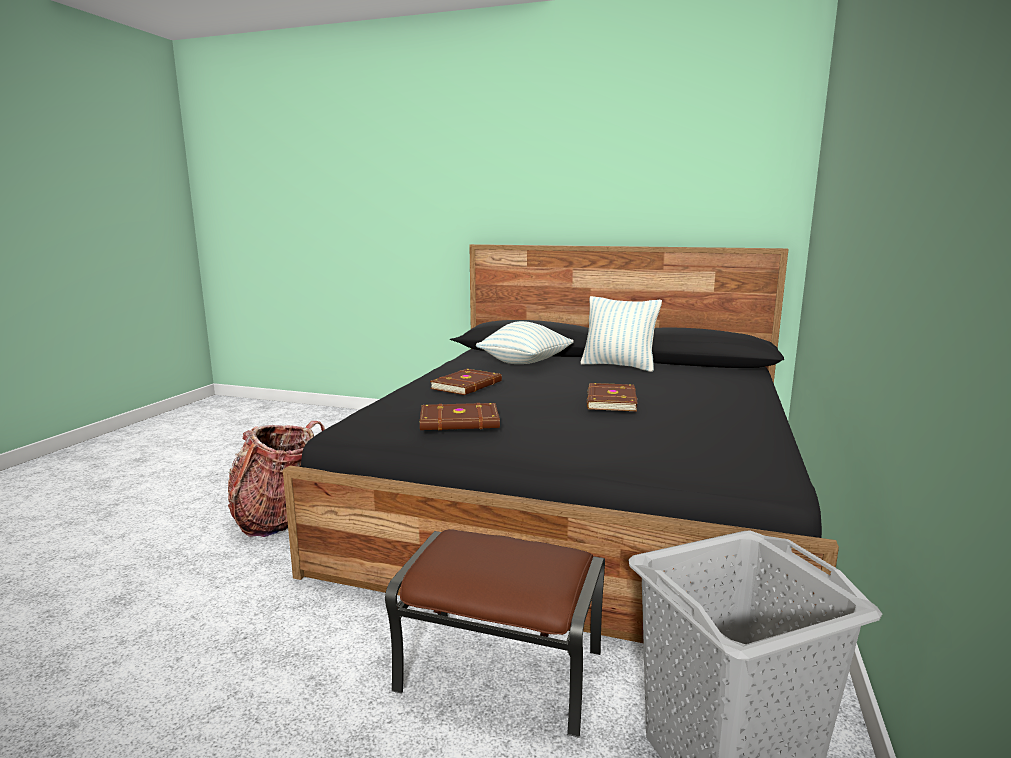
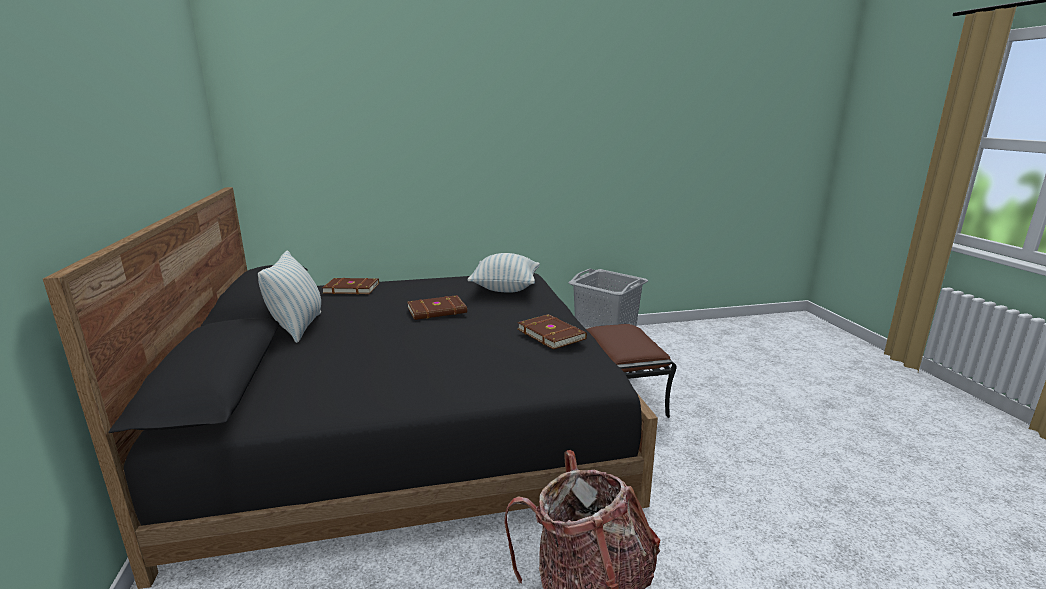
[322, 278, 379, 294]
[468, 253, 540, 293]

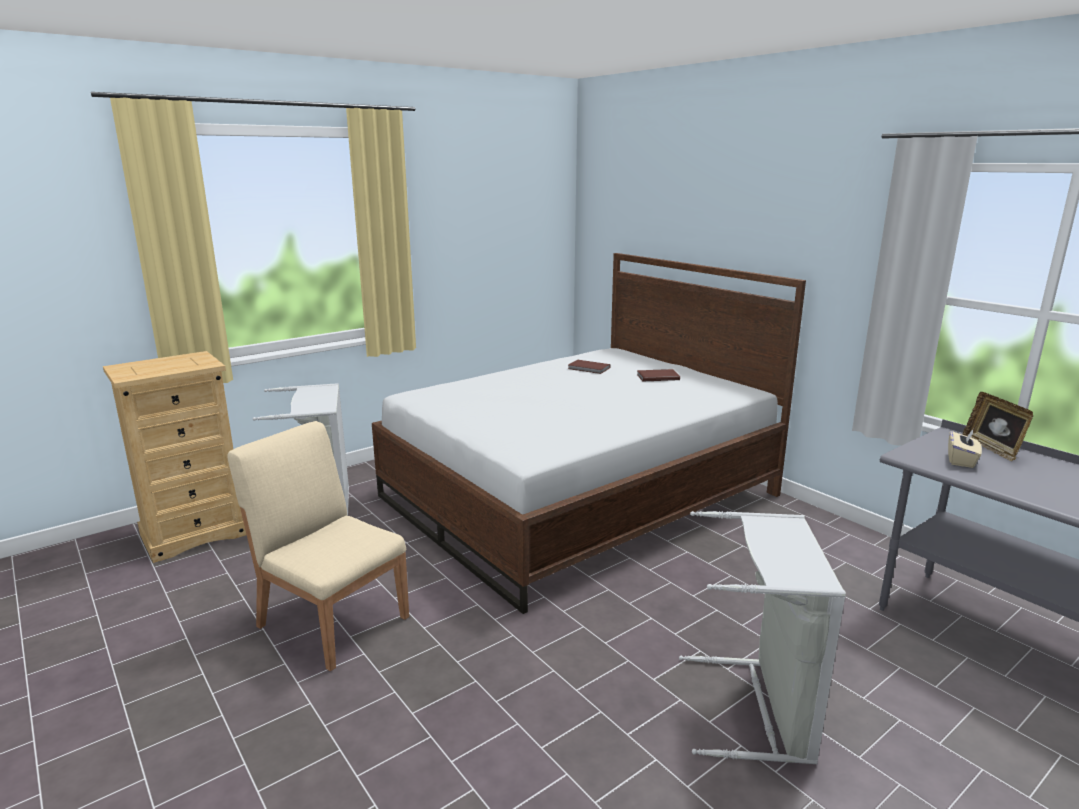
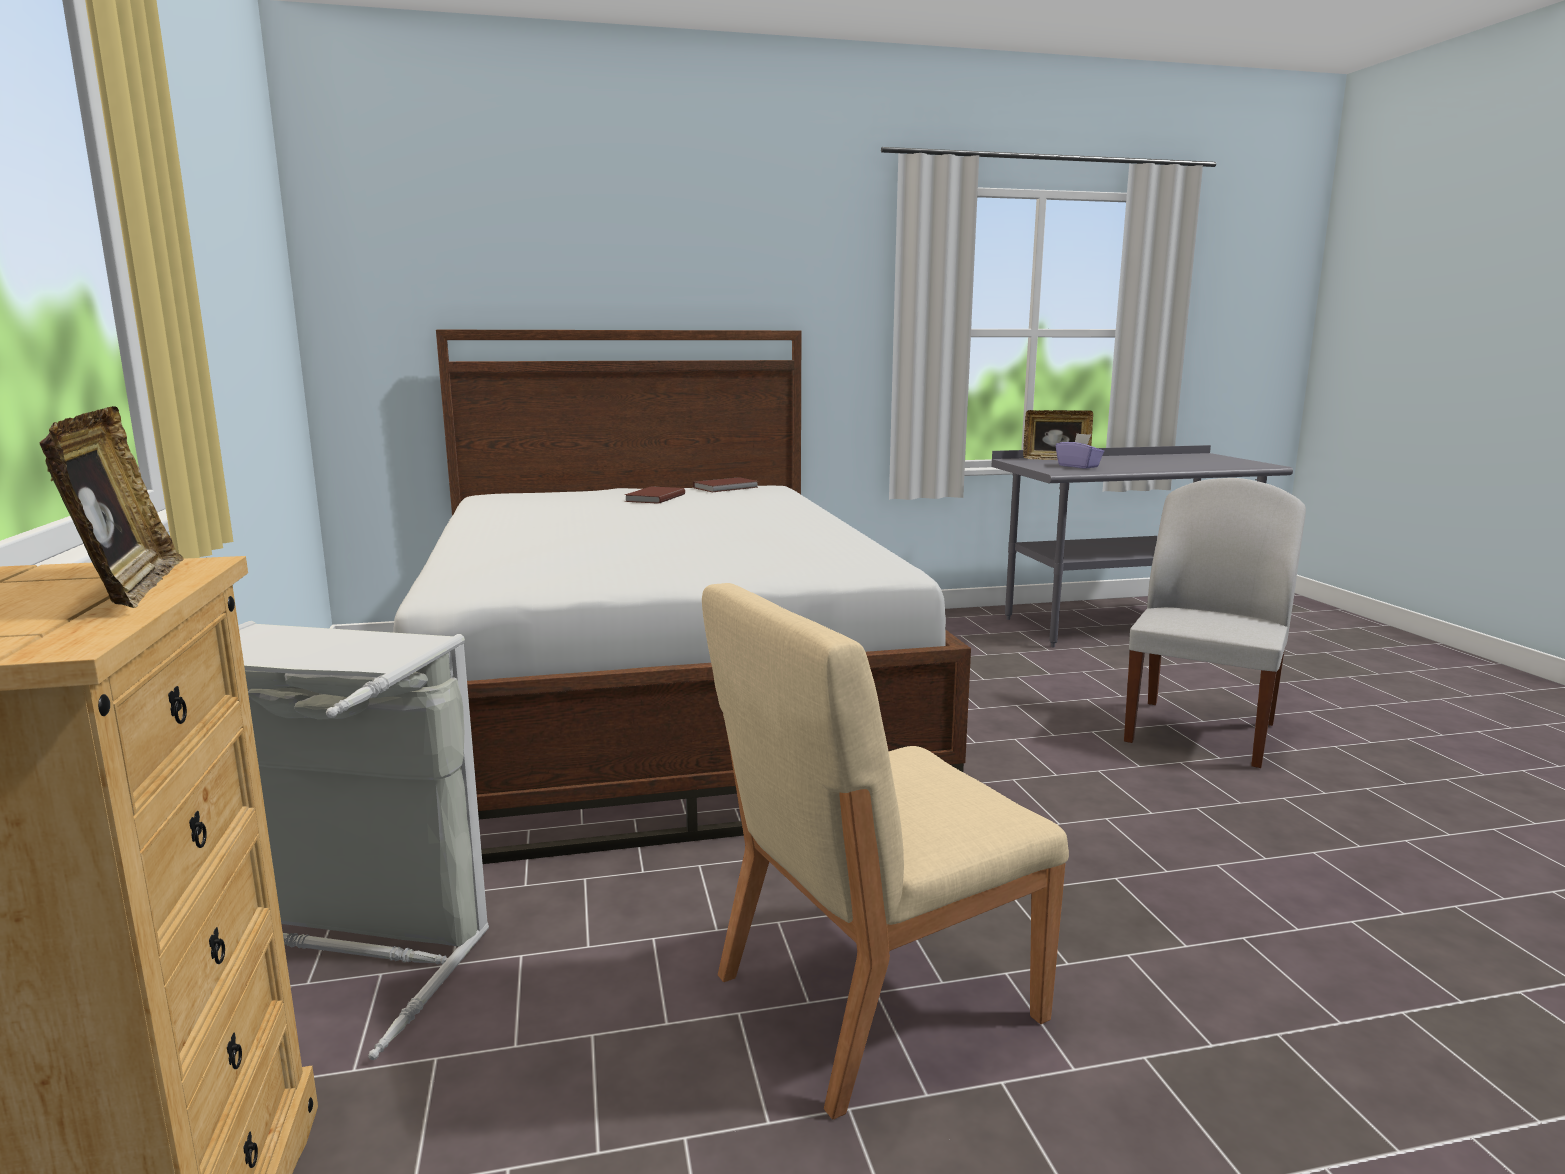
[40, 406, 183, 608]
[693, 477, 759, 492]
[1056, 433, 1104, 468]
[1124, 478, 1306, 768]

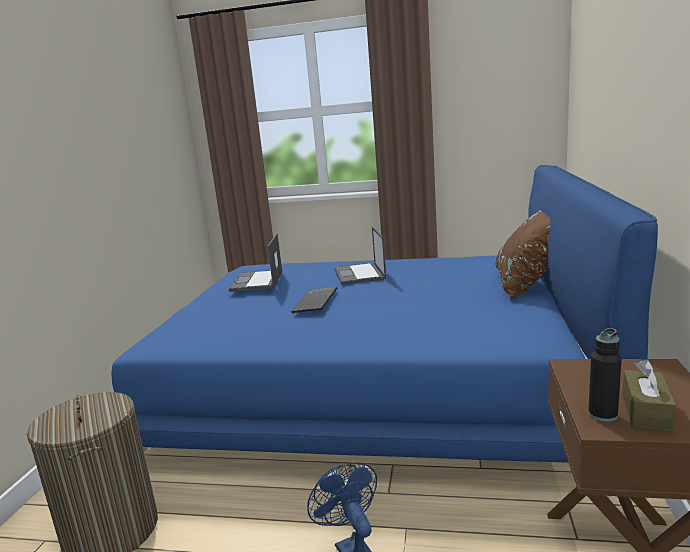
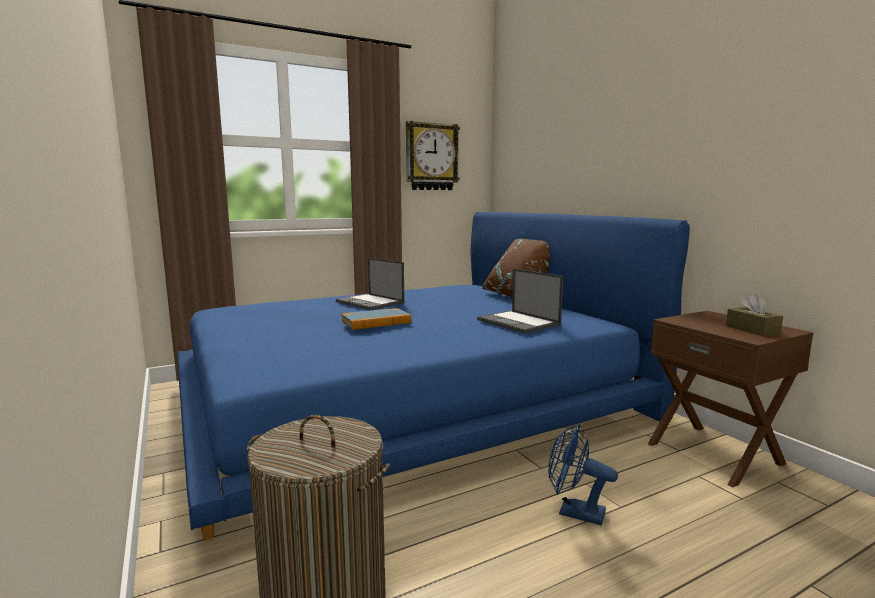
[341, 308, 411, 330]
[406, 121, 460, 190]
[477, 269, 563, 334]
[588, 328, 622, 422] (first image)

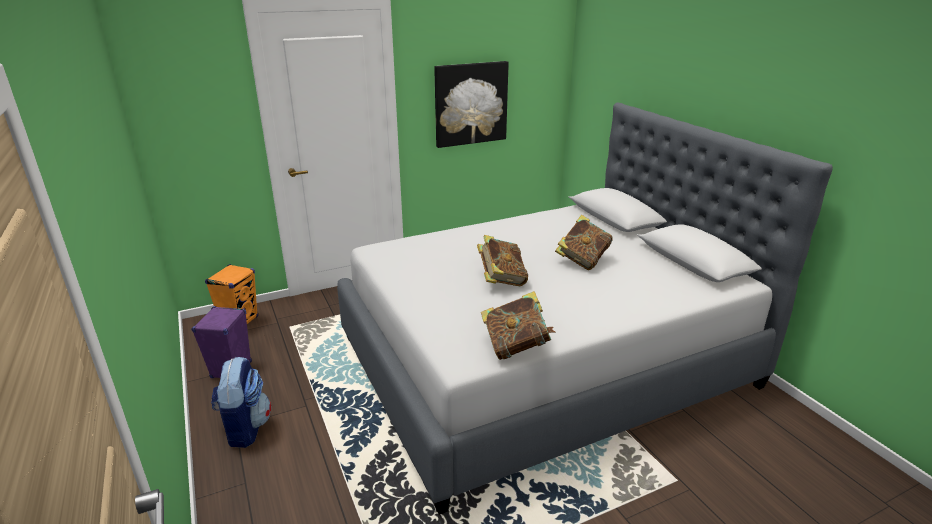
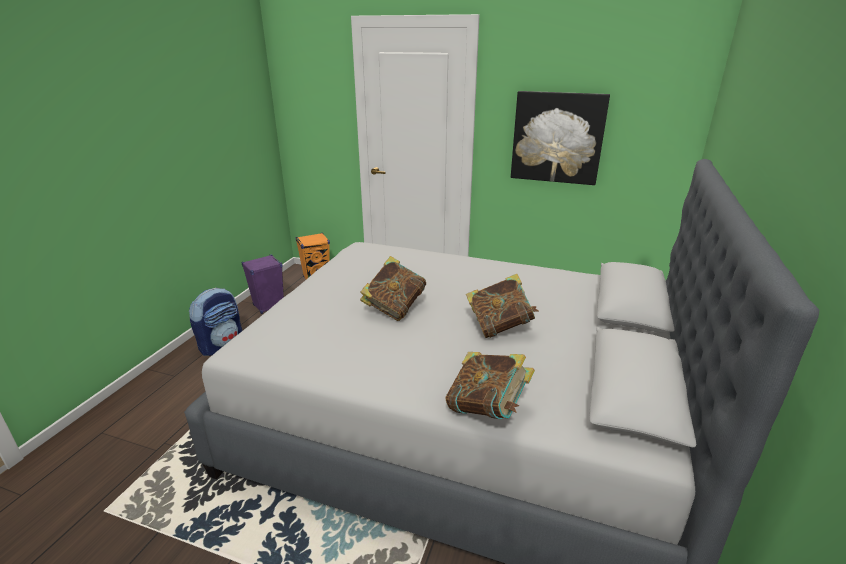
[445, 352, 535, 419]

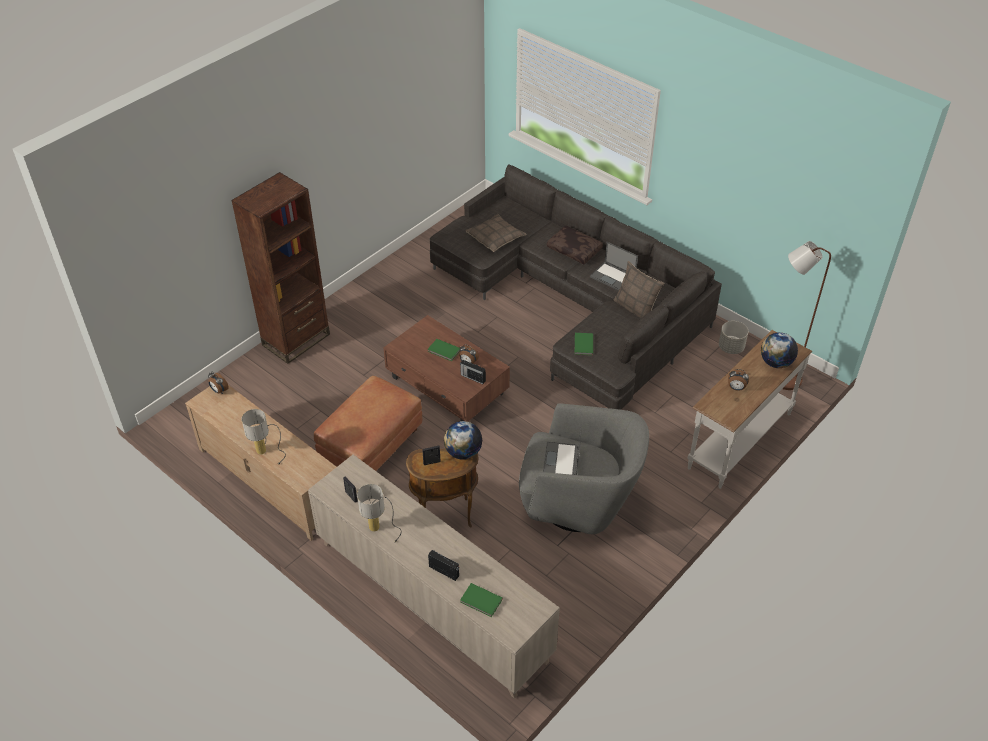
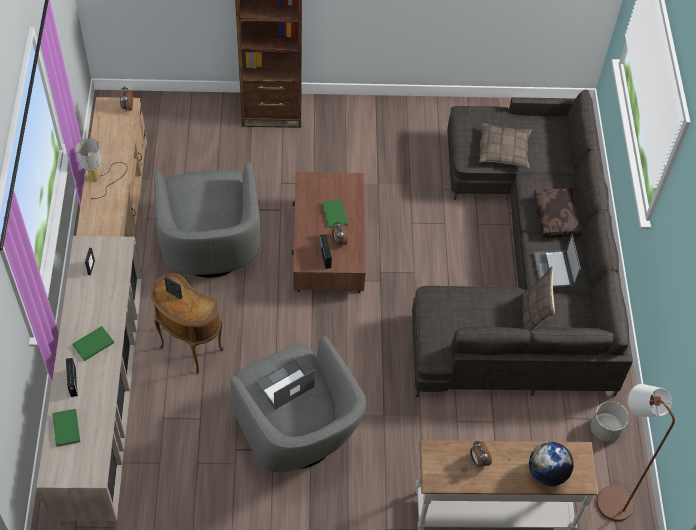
[73, 326, 114, 361]
[154, 162, 260, 278]
[357, 484, 402, 543] (first image)
[444, 421, 482, 460] (first image)

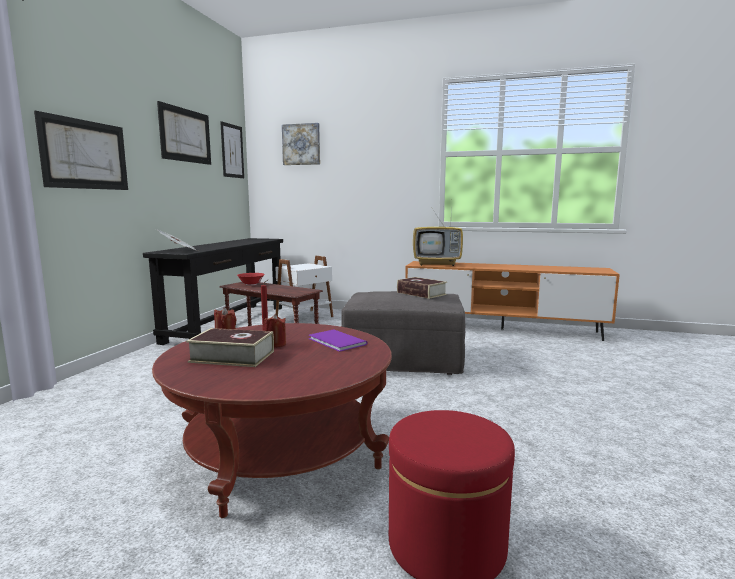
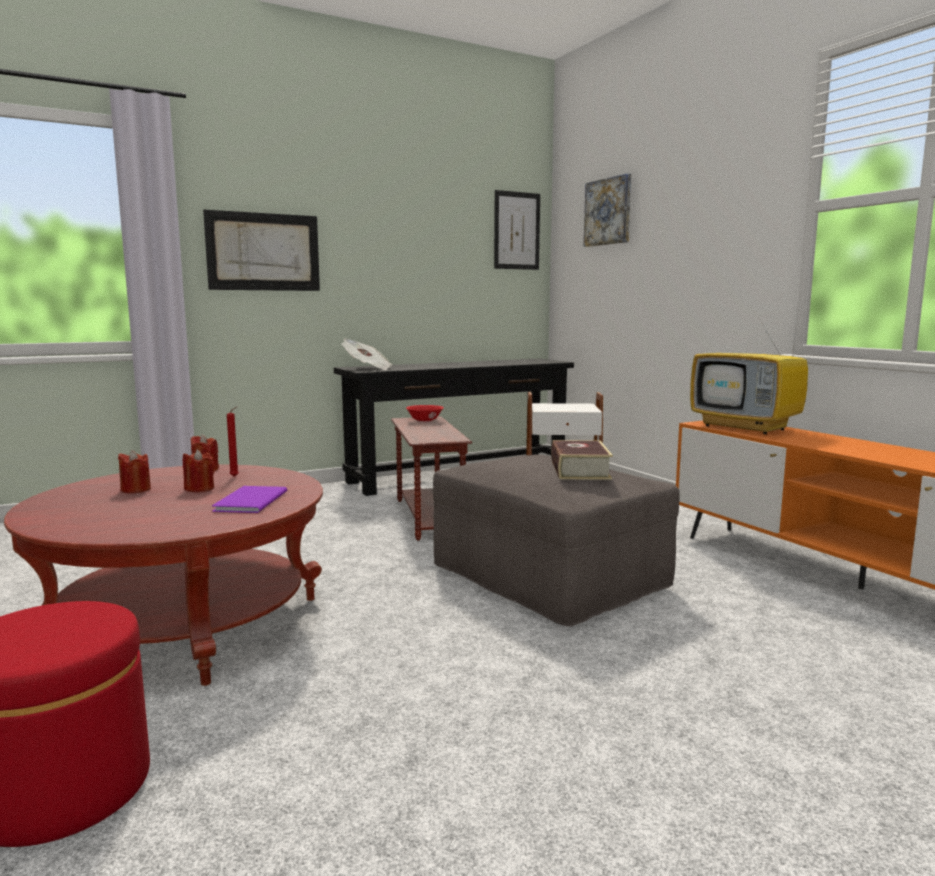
[118, 450, 151, 493]
[157, 101, 211, 165] (first image)

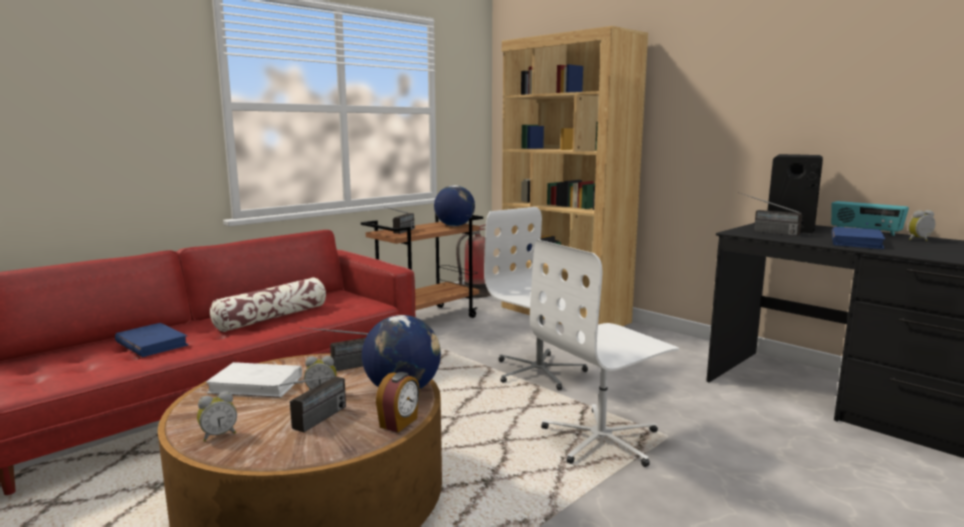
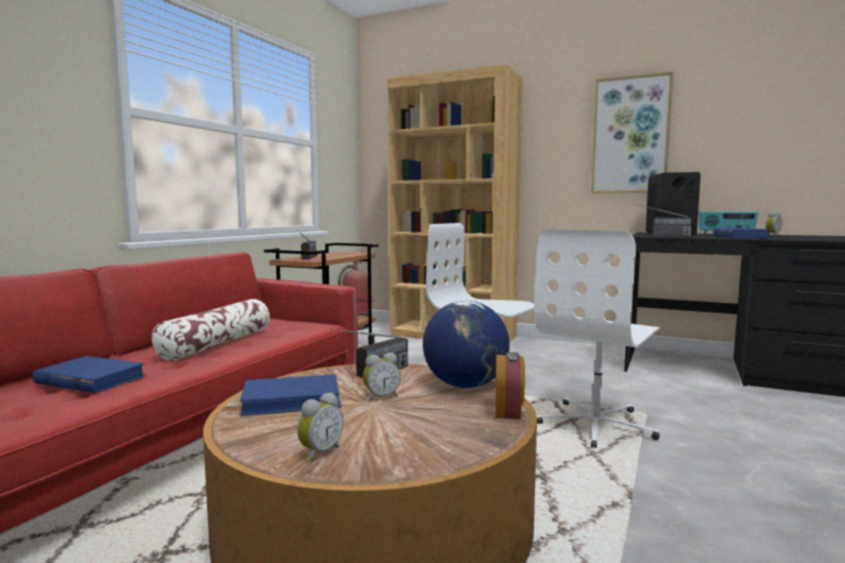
[239, 374, 342, 416]
[591, 72, 673, 193]
[261, 375, 346, 432] (first image)
[434, 185, 475, 226] (first image)

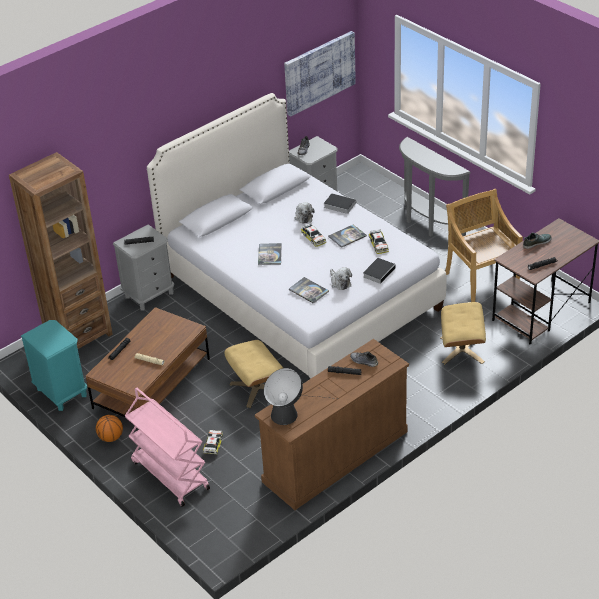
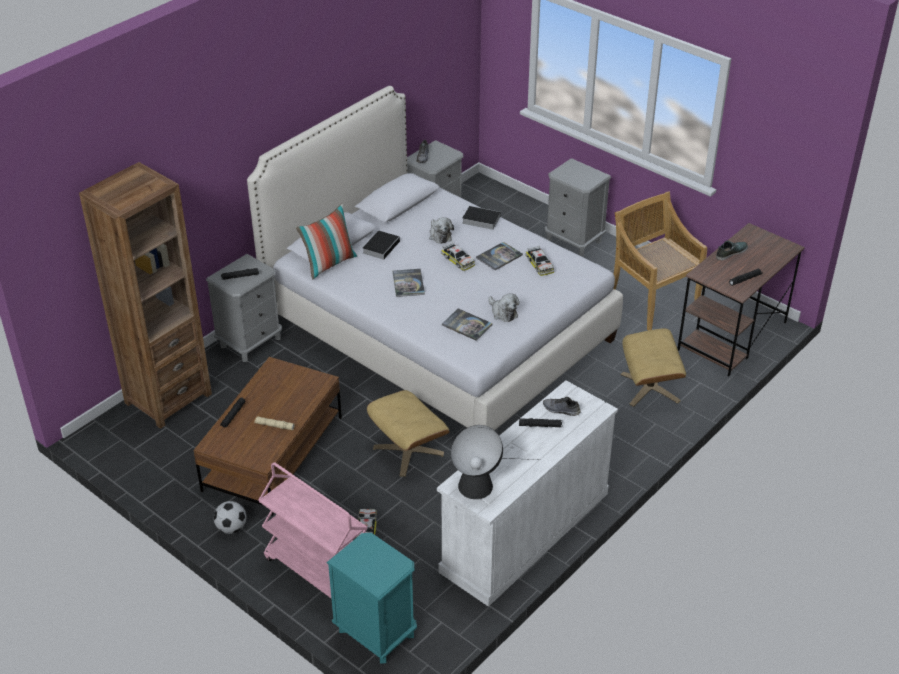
[214, 501, 247, 534]
[296, 204, 357, 279]
[327, 533, 417, 664]
[363, 231, 401, 260]
[437, 380, 618, 607]
[545, 158, 611, 256]
[284, 31, 356, 117] (first image)

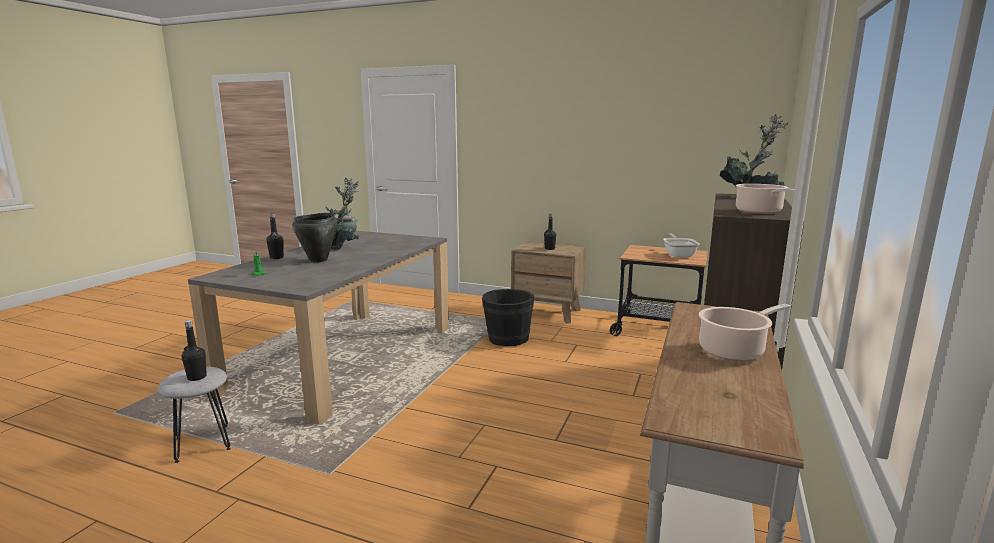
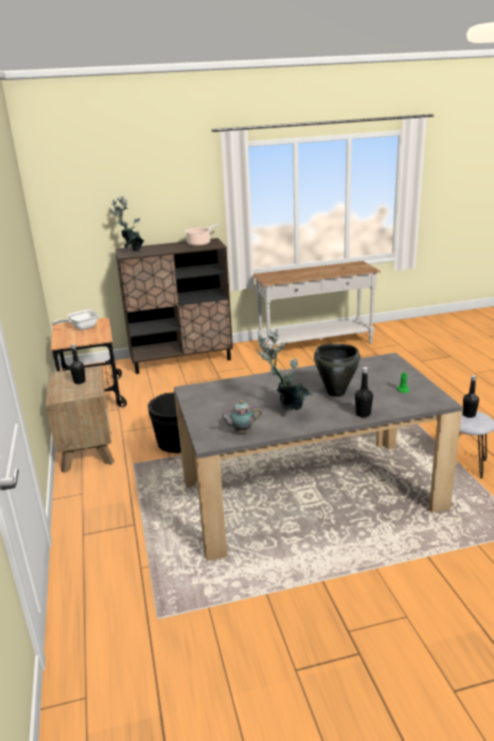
[699, 304, 791, 361] (first image)

